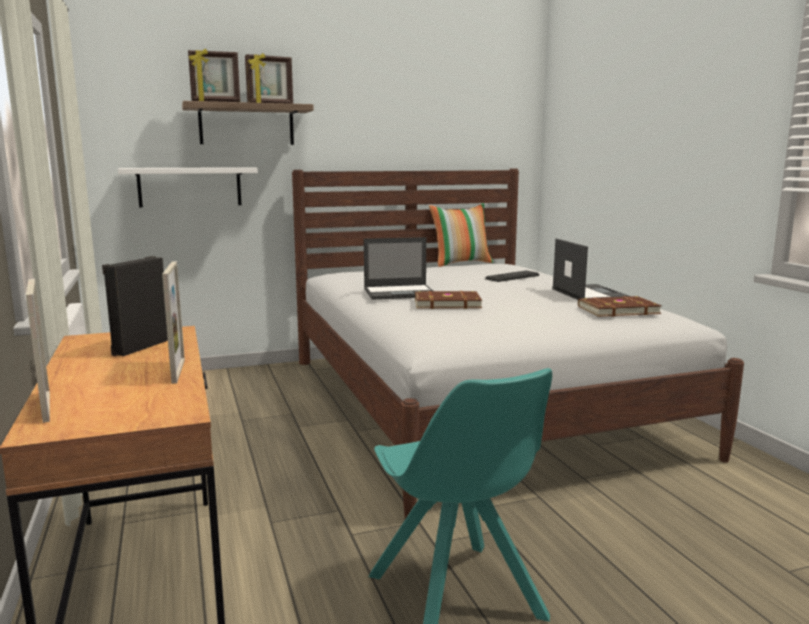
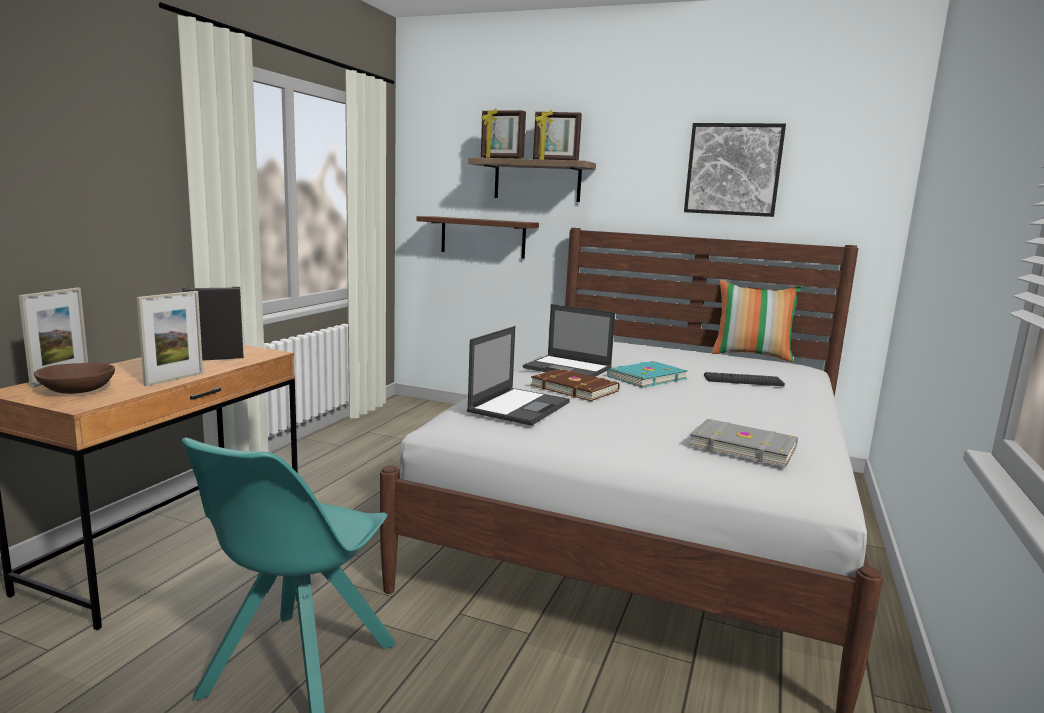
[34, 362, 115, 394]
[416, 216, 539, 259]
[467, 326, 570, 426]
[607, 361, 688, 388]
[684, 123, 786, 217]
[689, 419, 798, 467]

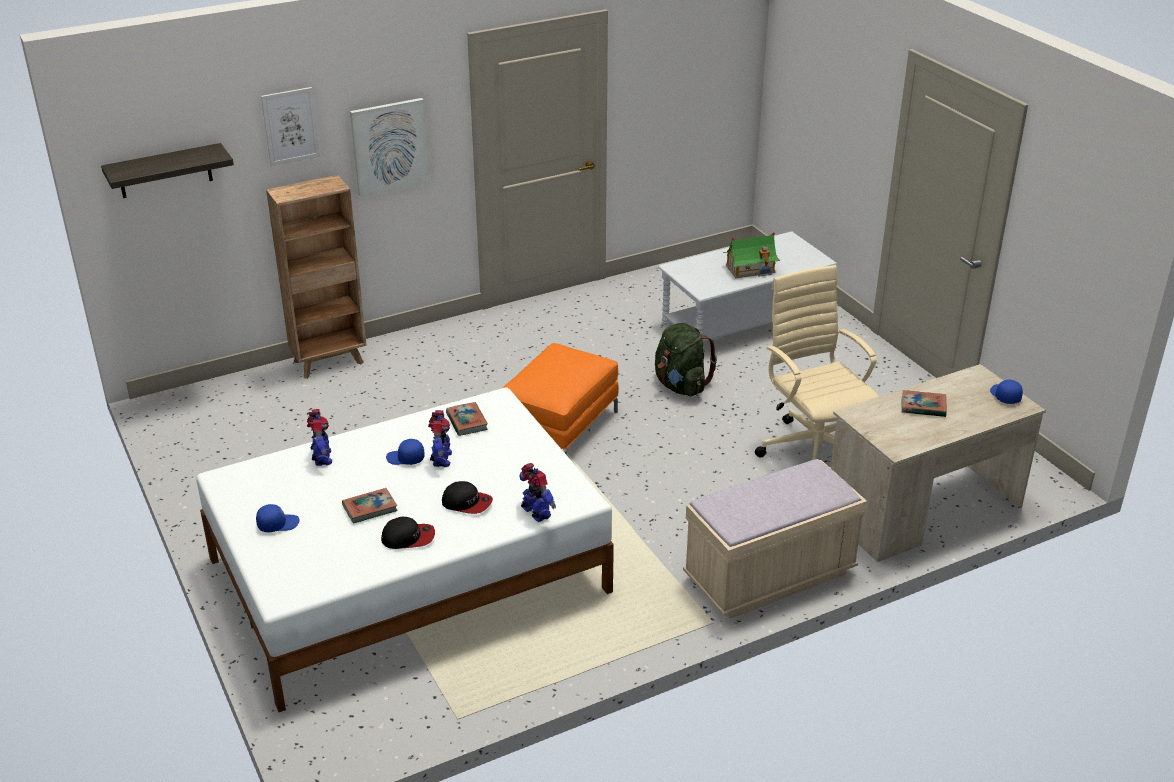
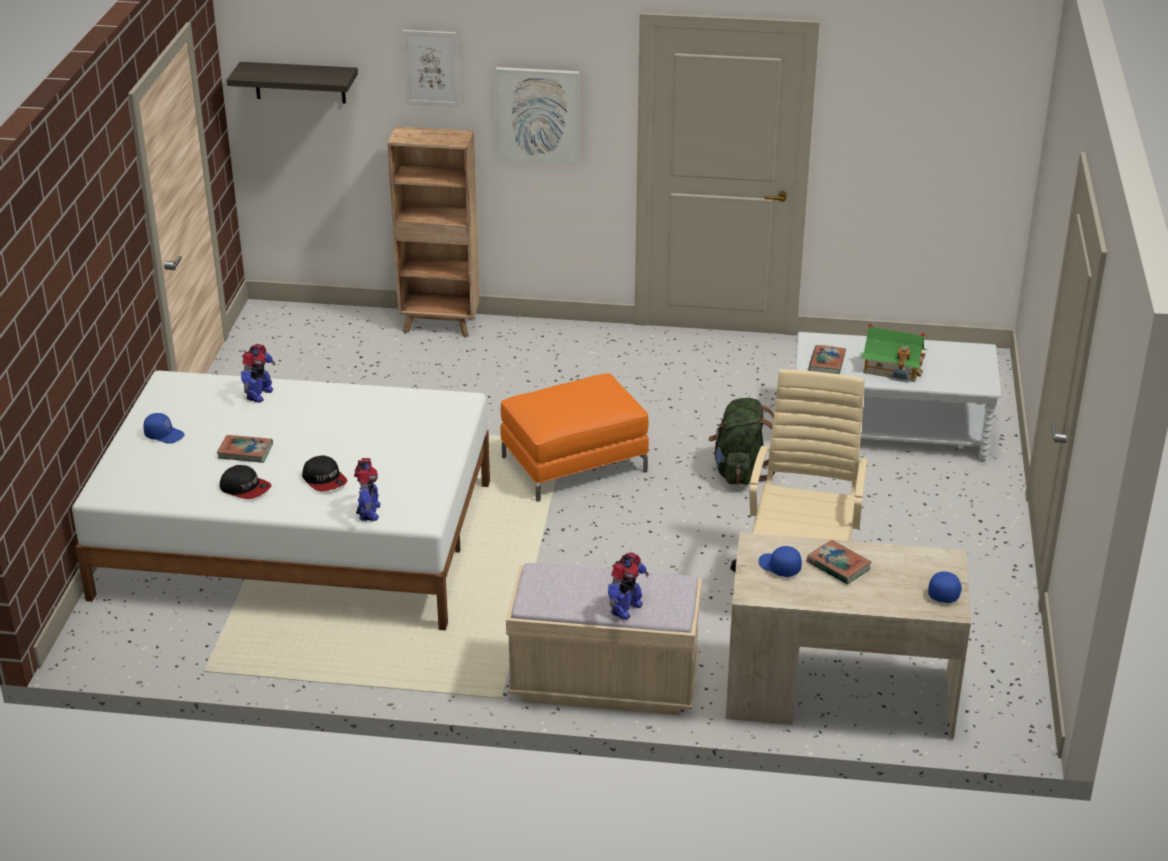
[608, 552, 649, 620]
[759, 546, 802, 577]
[808, 345, 846, 374]

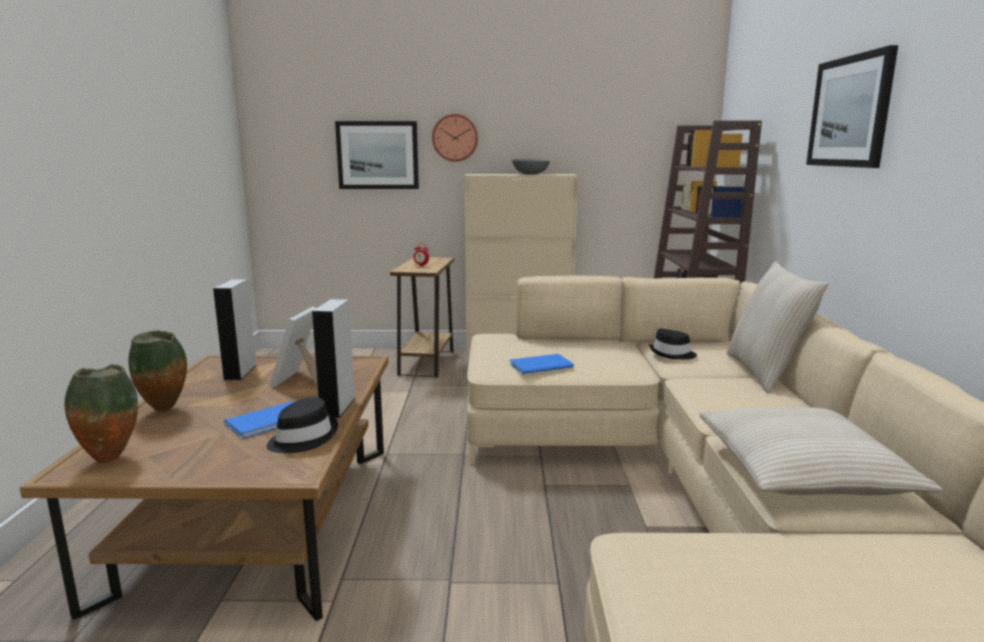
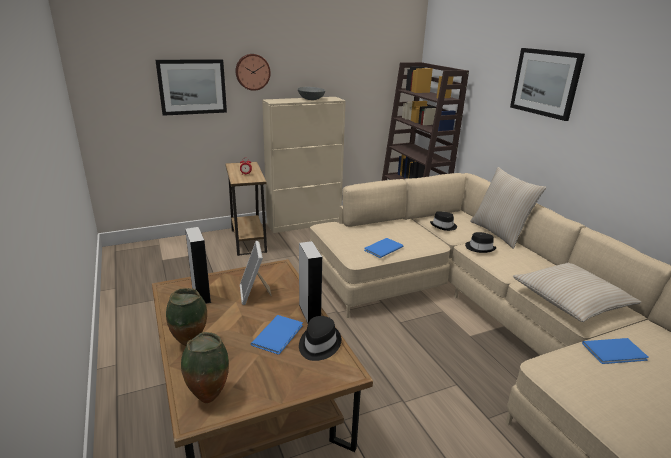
[465, 232, 496, 253]
[582, 338, 649, 364]

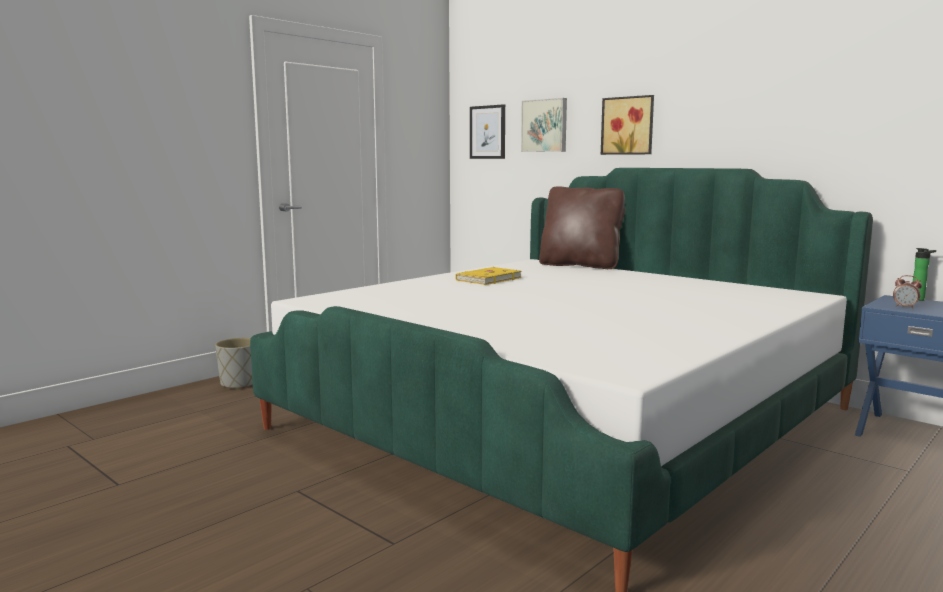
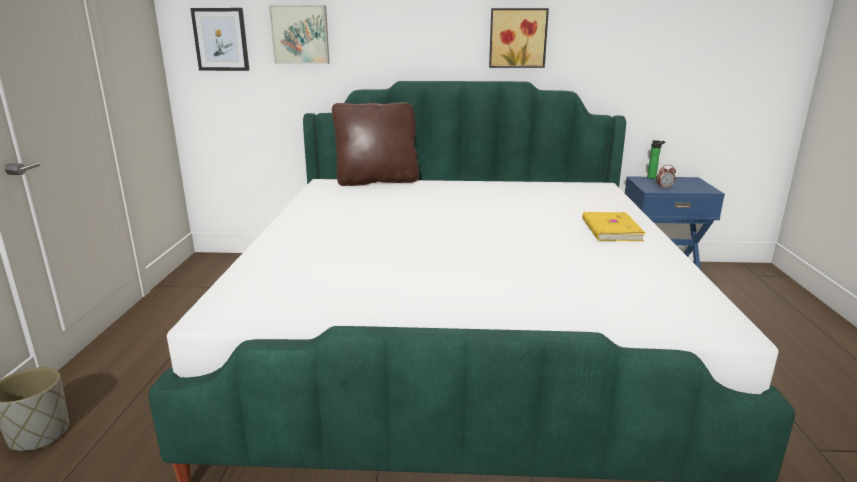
[489, 8, 549, 68]
[582, 212, 646, 241]

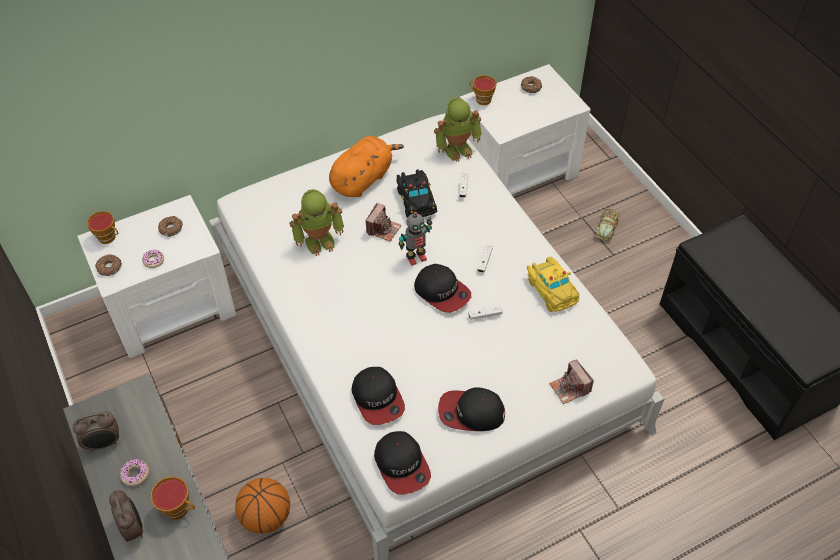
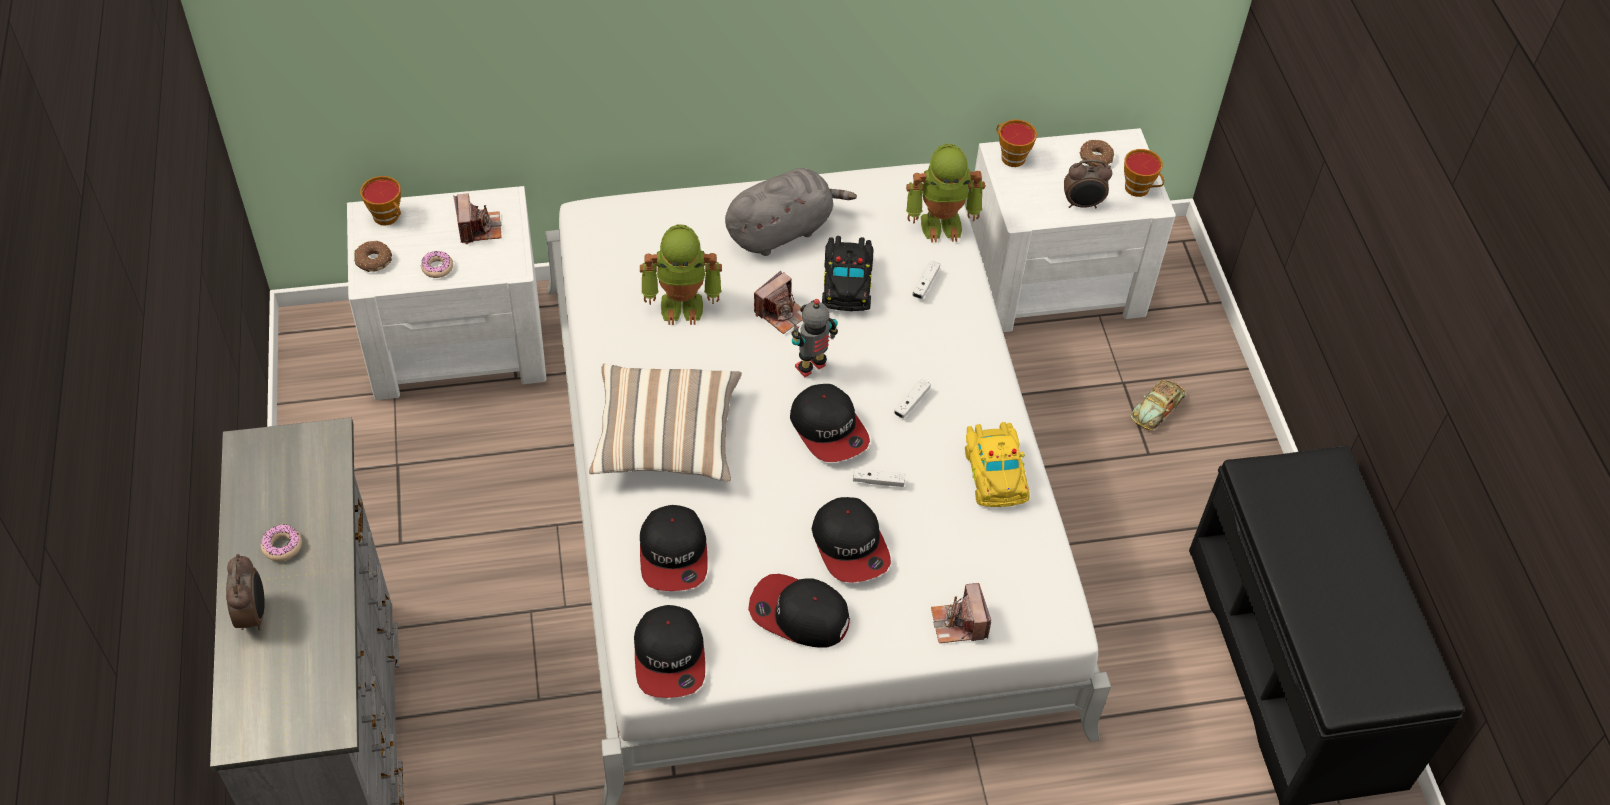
[454, 193, 502, 244]
[589, 364, 742, 482]
[725, 168, 857, 256]
[792, 299, 838, 377]
[812, 497, 891, 583]
[1064, 159, 1112, 208]
[1124, 149, 1164, 197]
[235, 478, 290, 534] (first image)

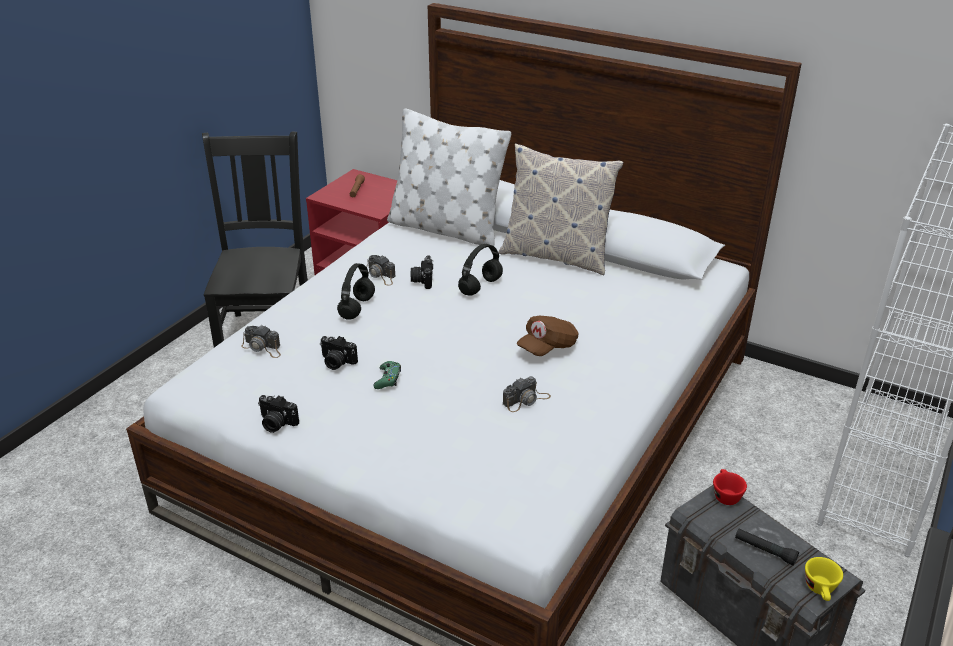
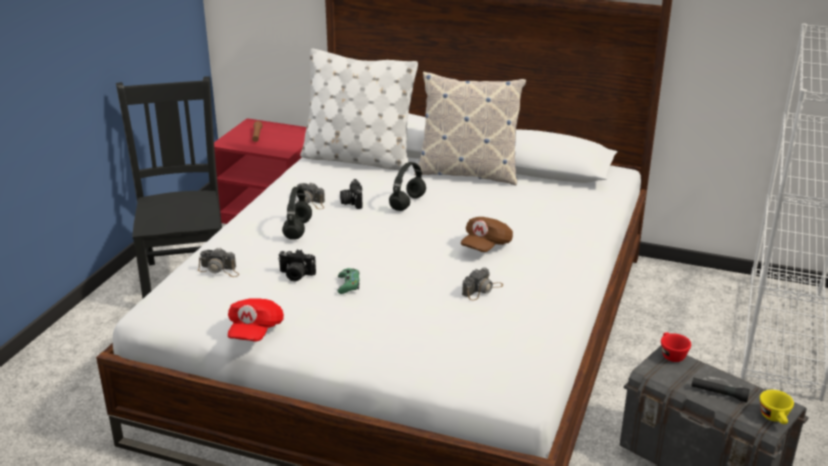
[228, 298, 284, 342]

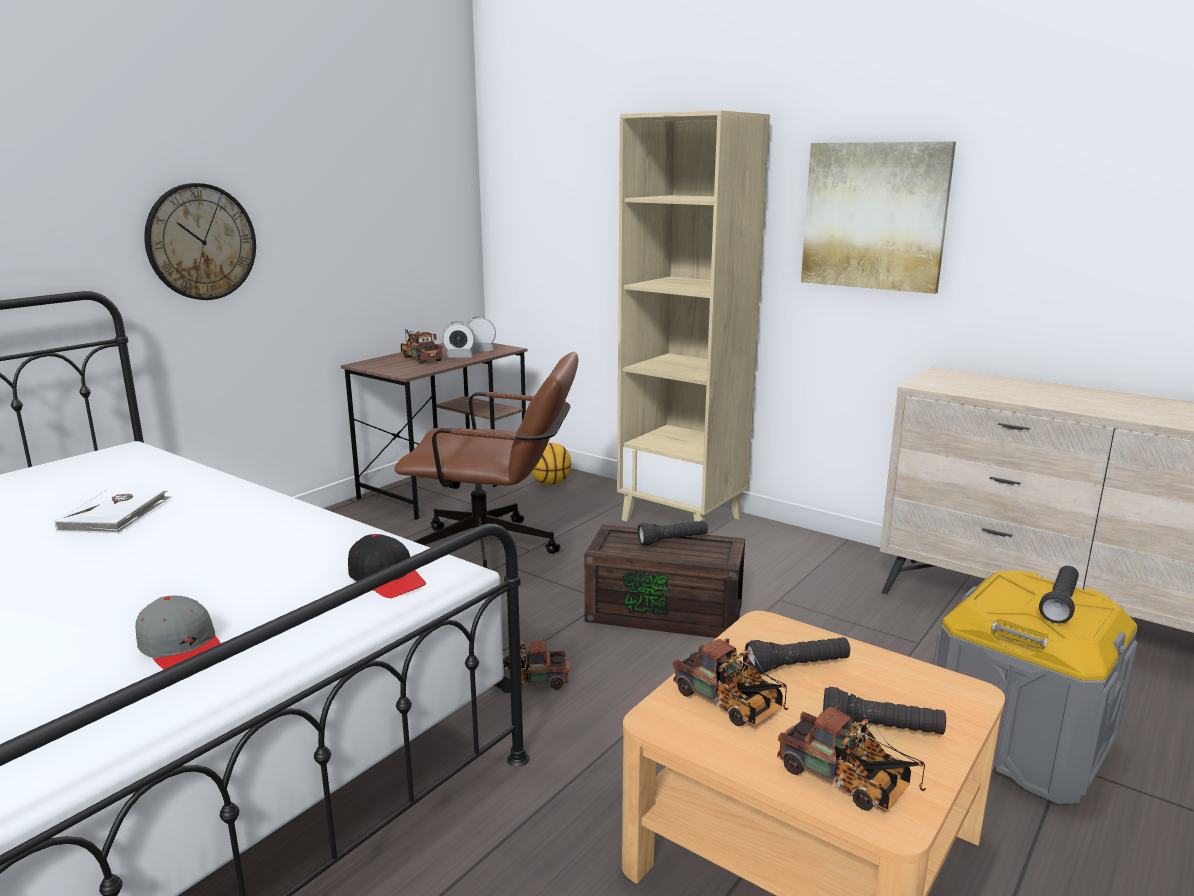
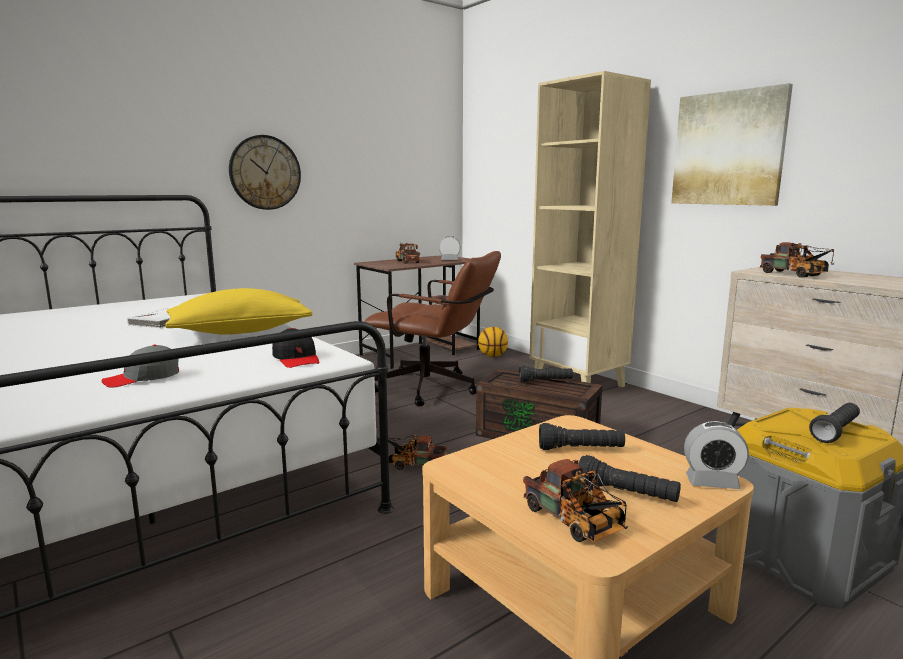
[102, 345, 179, 388]
[165, 288, 312, 335]
[684, 421, 749, 489]
[760, 242, 834, 278]

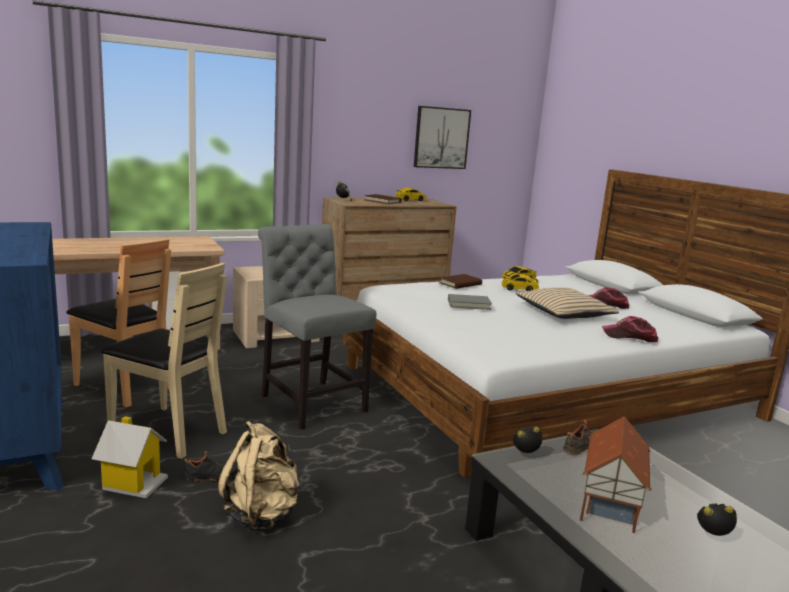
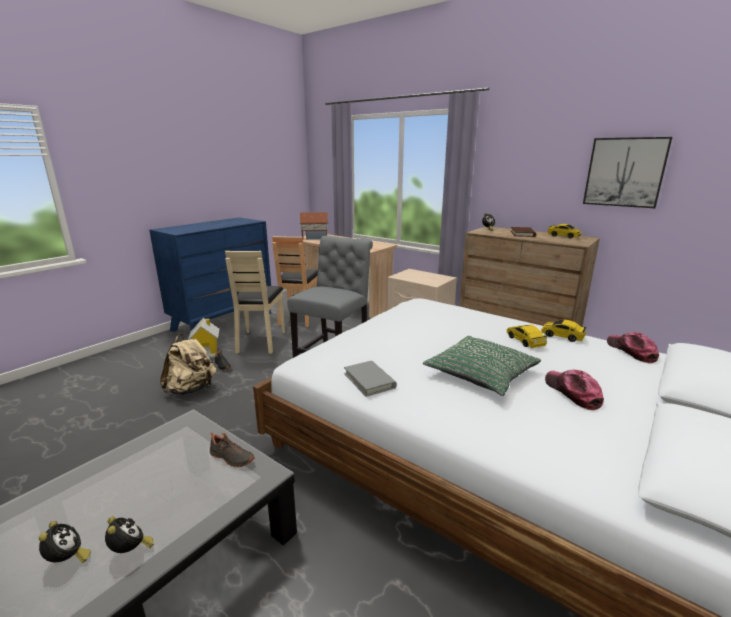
[105, 516, 154, 553]
[300, 212, 328, 240]
[344, 361, 397, 397]
[423, 336, 541, 396]
[607, 332, 659, 363]
[439, 274, 482, 289] (first image)

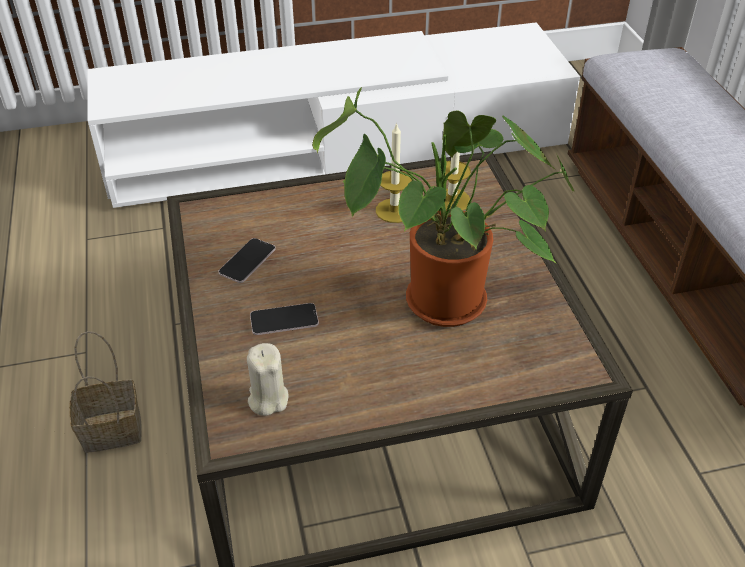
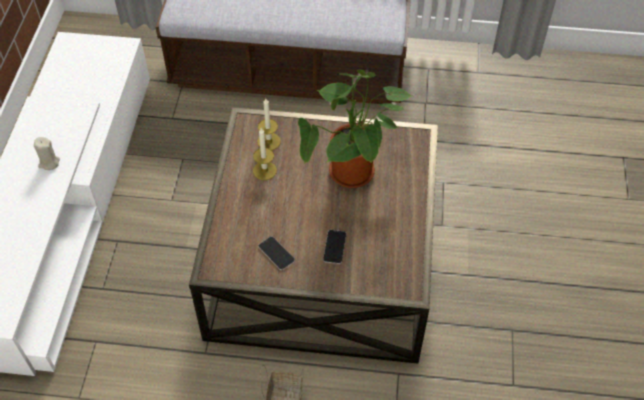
[34, 137, 60, 170]

